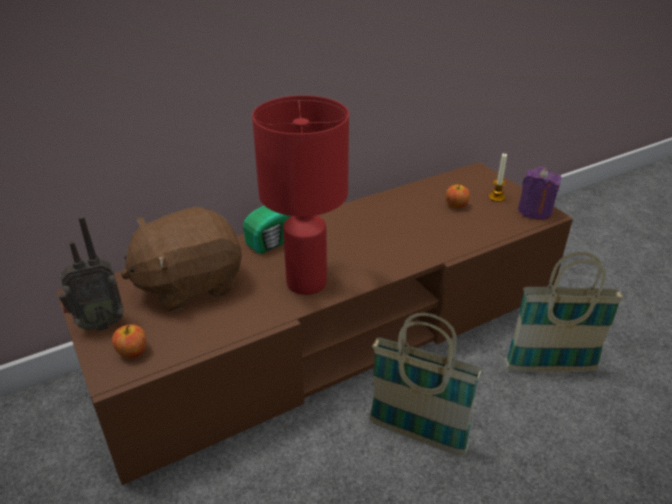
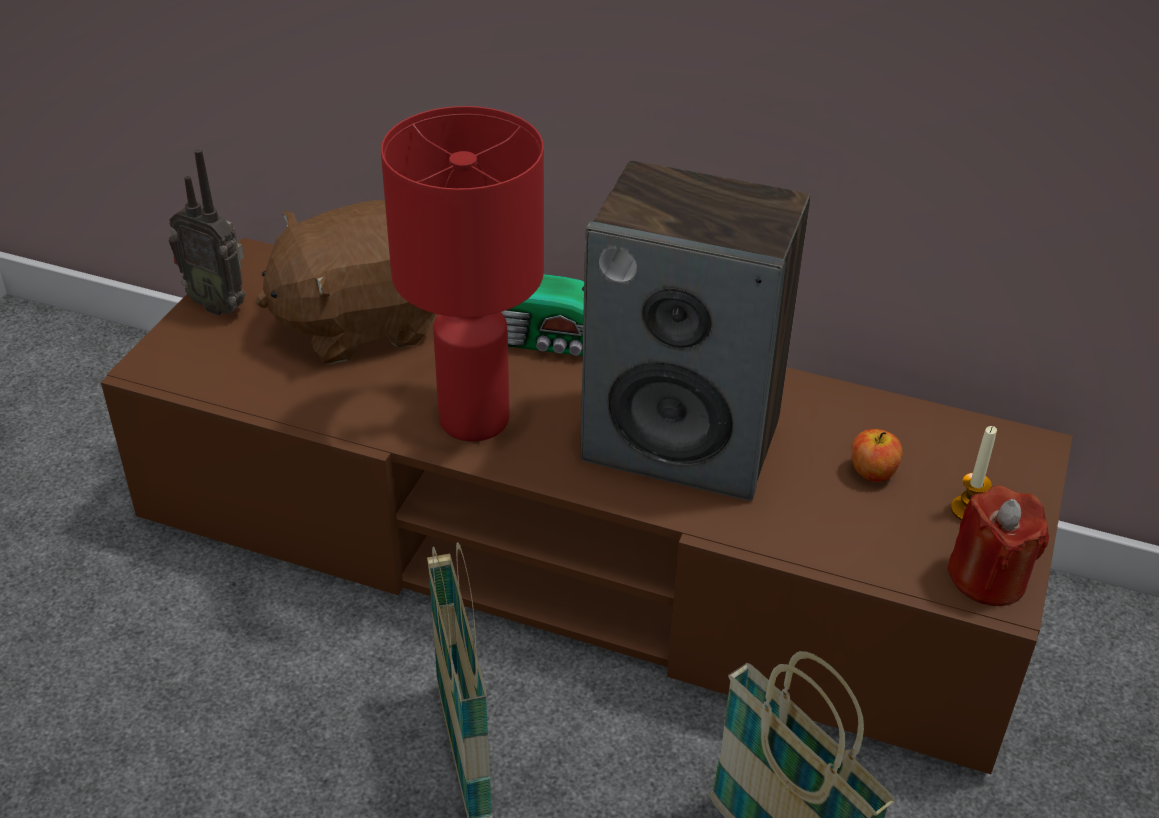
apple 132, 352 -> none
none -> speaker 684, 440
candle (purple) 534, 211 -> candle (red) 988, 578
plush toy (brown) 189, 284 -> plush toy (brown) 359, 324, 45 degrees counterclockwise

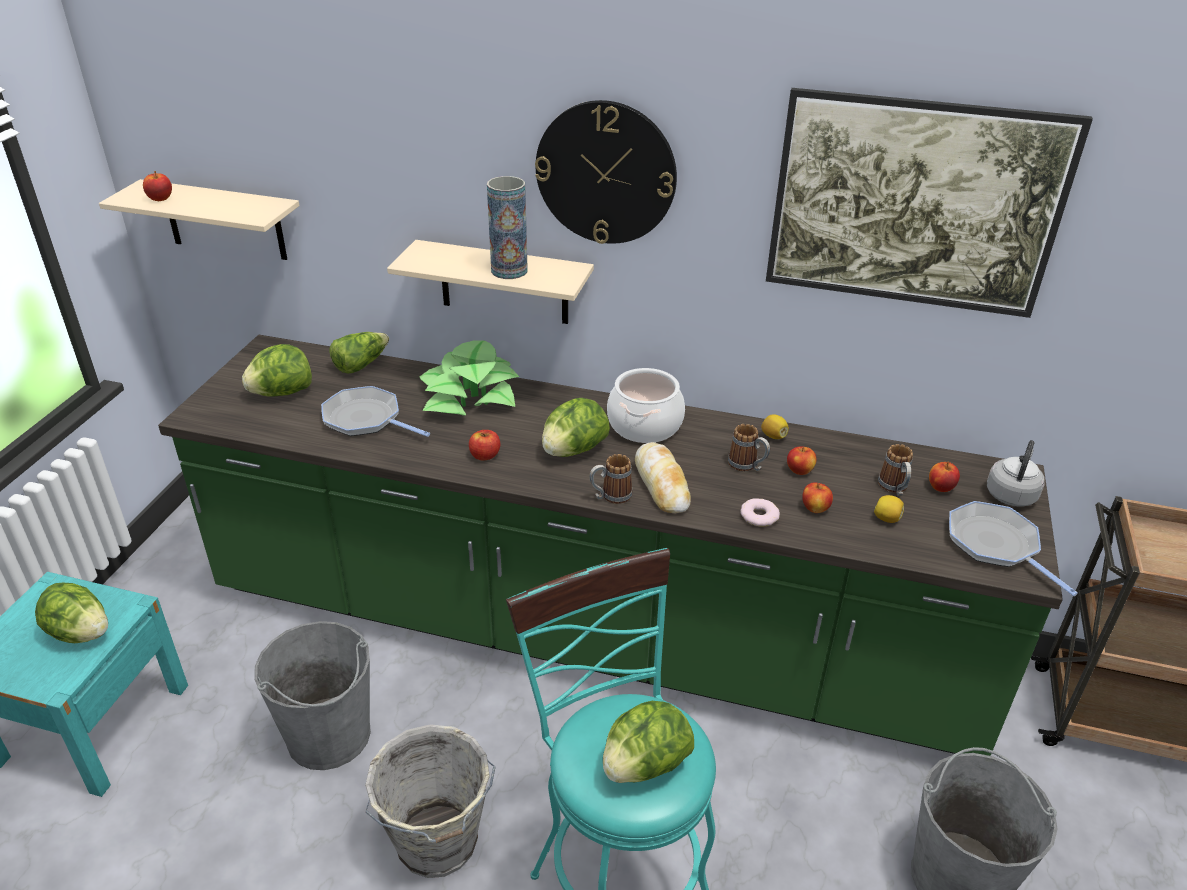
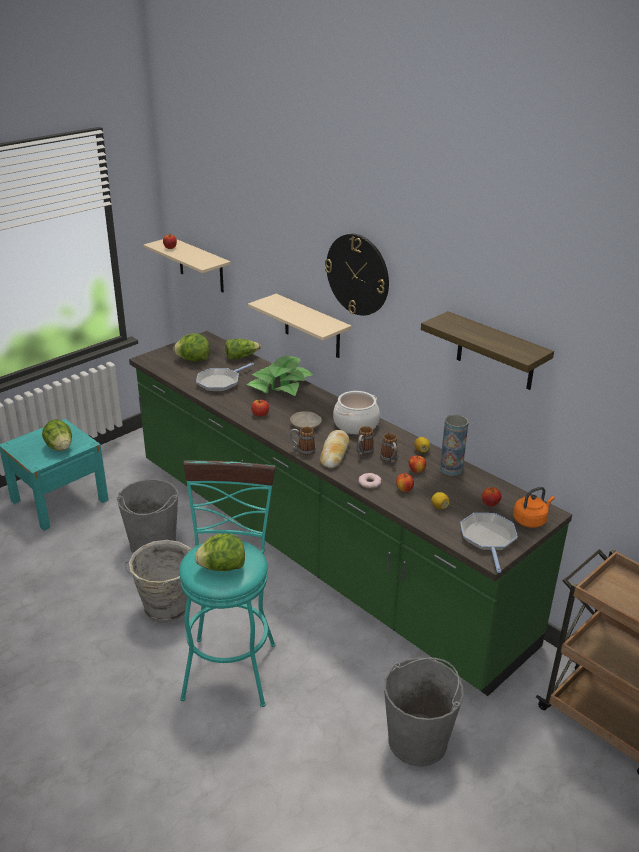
vase 509, 270 -> vase 451, 469, move
mug 894, 489 -> mug 363, 452, move
lettuce 574, 450 -> plate (beige) 306, 425
picture 904, 251 -> shelf 495, 352
kettle (grey) 1011, 494 -> kettle (orange) 530, 520
frying pan 366, 419 -> frying pan 220, 382, 105 degrees counterclockwise

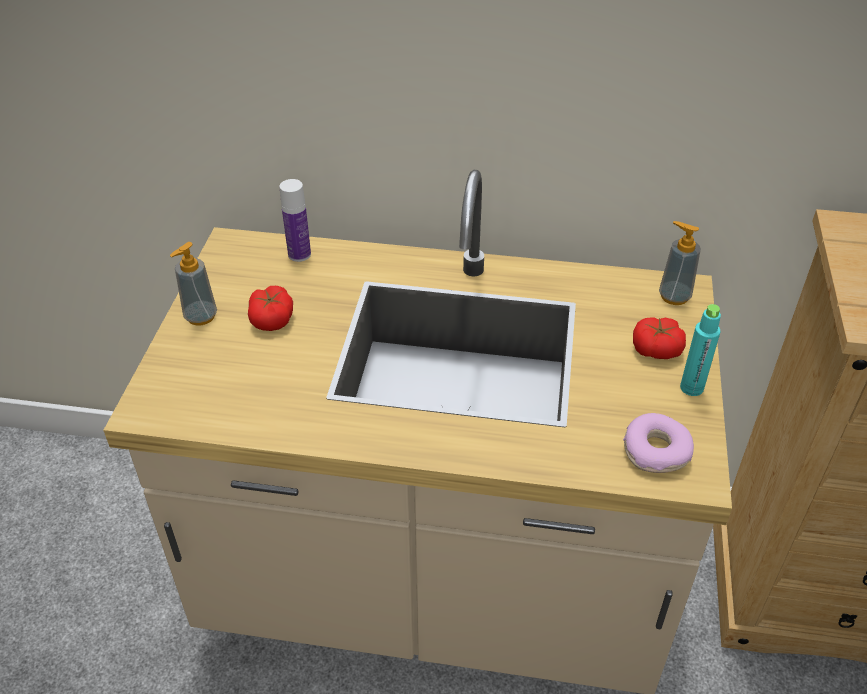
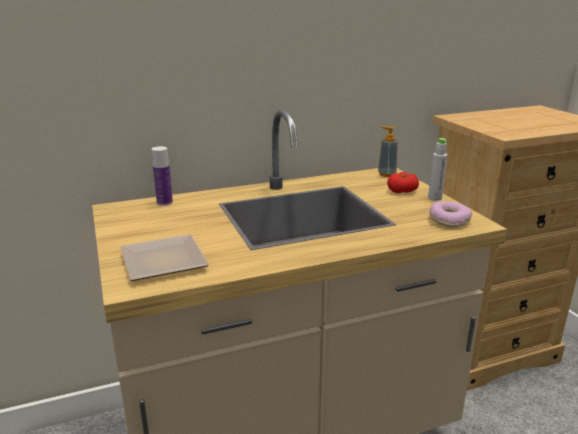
soap dispenser 200, 316 -> none
tomato 272, 319 -> none
none -> plate 166, 260
bottle (turquoise) 691, 388 -> bottle (grey) 435, 198

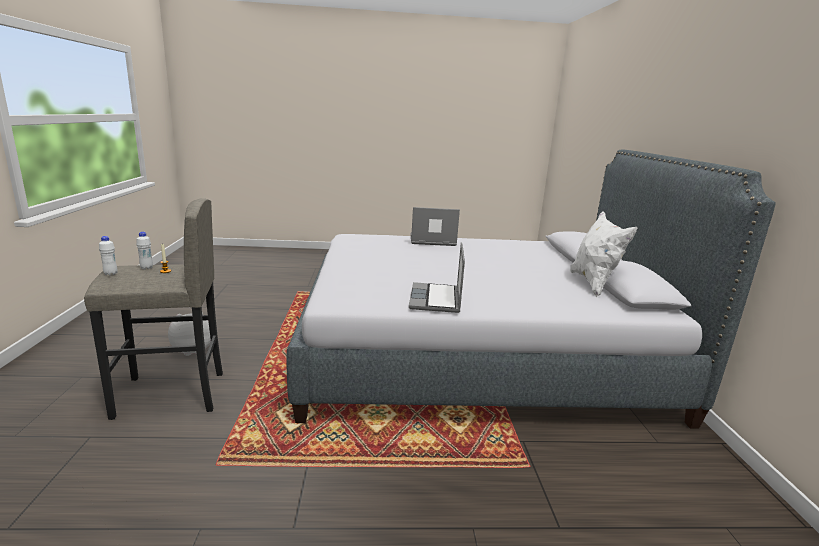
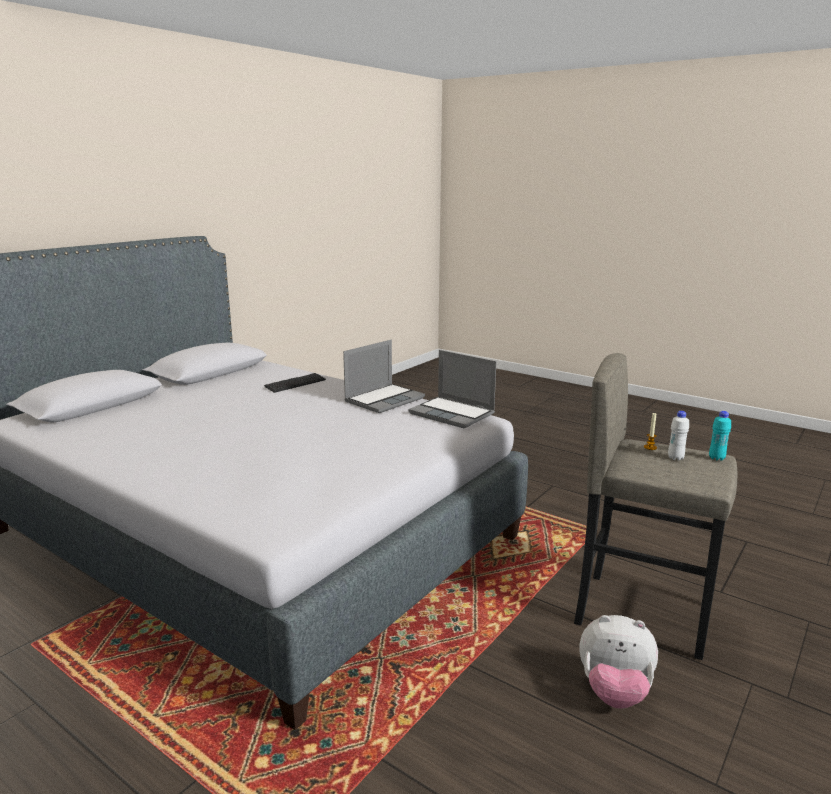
pillow (white) 593, 284 -> none
none -> keyboard 295, 384
laptop 432, 241 -> laptop 453, 414, move
bottle (white) 110, 274 -> bottle (turquoise) 716, 458

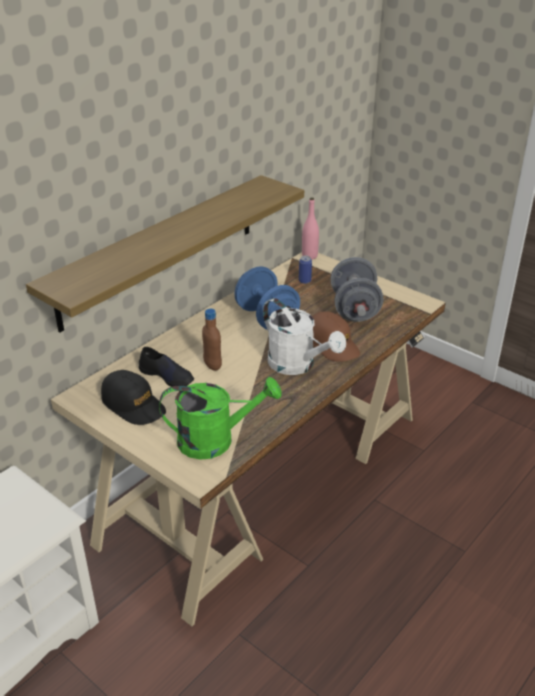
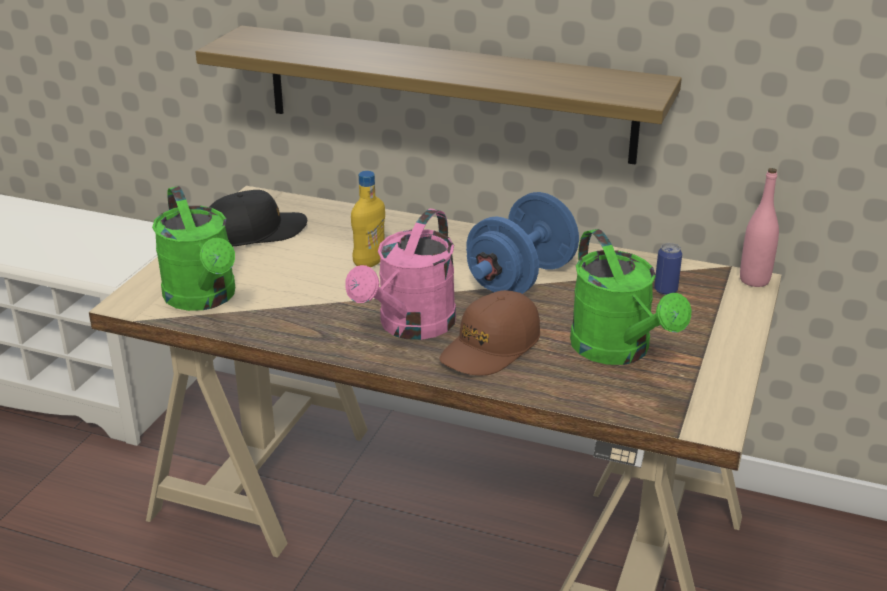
shoe (black) 167, 376 -> none
dumbbell (grey) 354, 309 -> watering can (green) 618, 351
bottle (brown) 212, 365 -> bottle (yellow) 369, 263
watering can (white) 298, 365 -> watering can (pink) 410, 327
cap (black) 133, 405 -> cap (black) 255, 232, 135 degrees counterclockwise

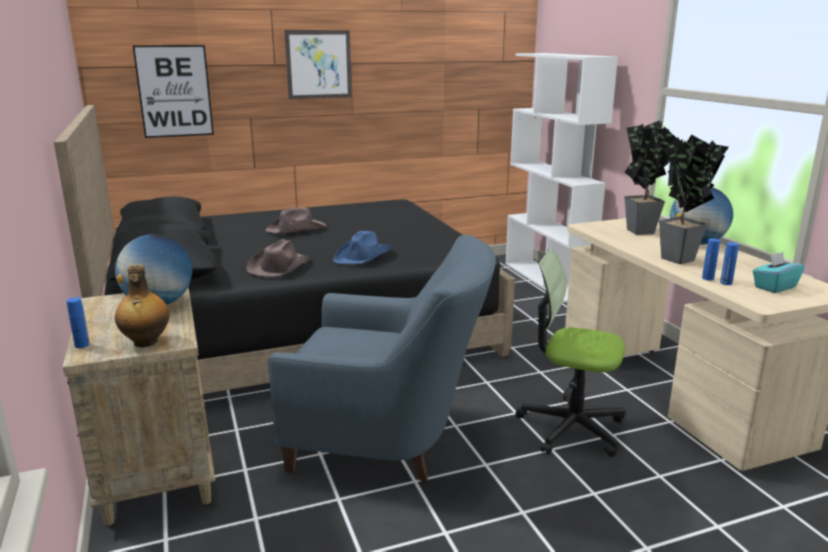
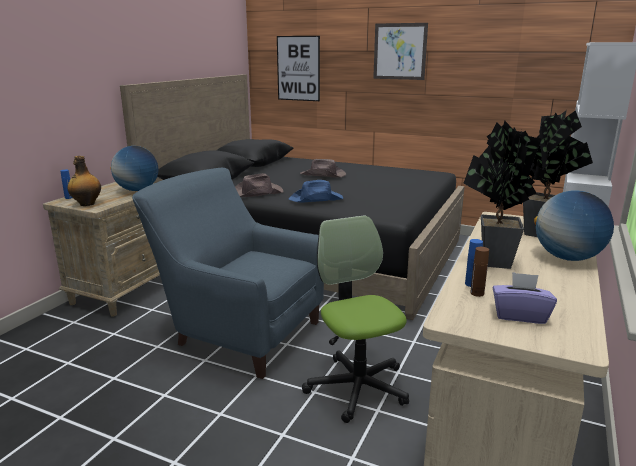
bottle (blue) 726, 283 -> bottle (brown) 477, 293
tissue box (turquoise) 774, 287 -> tissue box (purple) 519, 315
armchair (blue) 390, 440 -> armchair (blue) 236, 332, 150 degrees clockwise

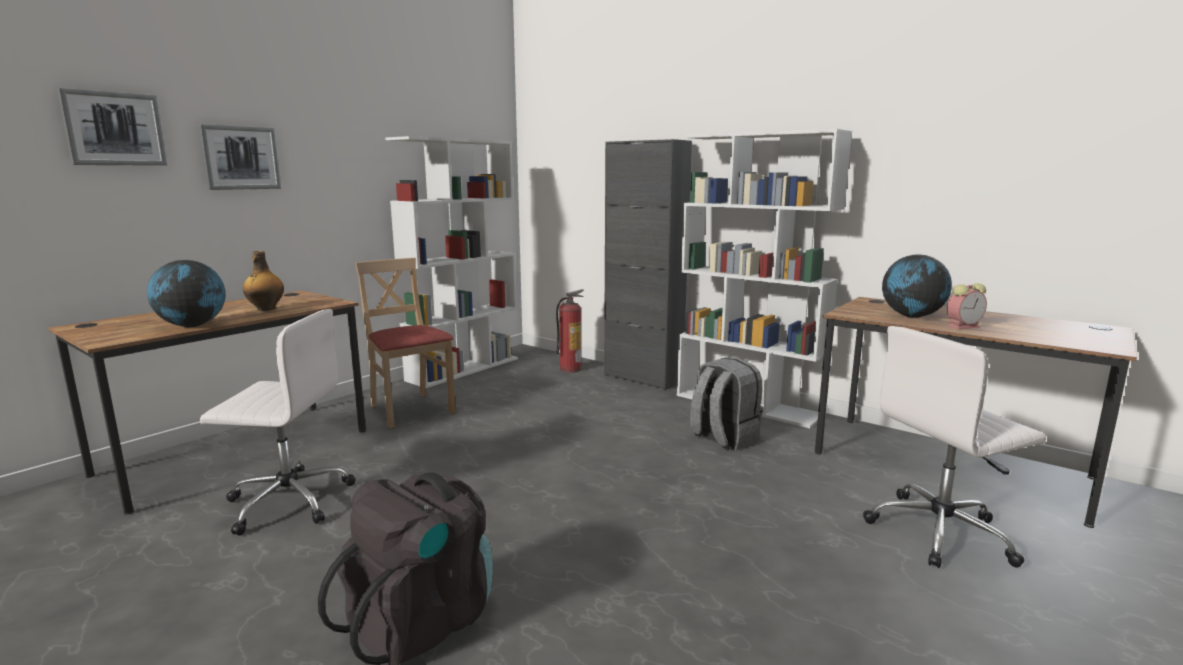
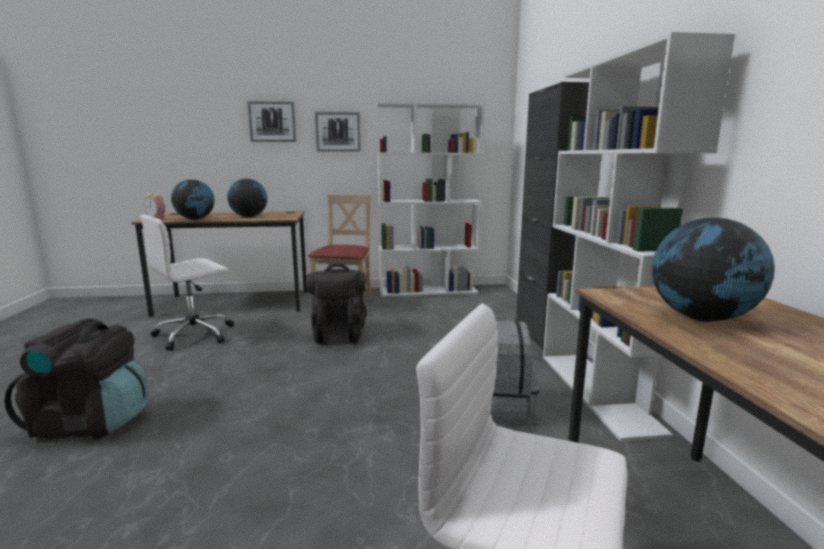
fire extinguisher 570, 369 -> none
none -> backpack (black) 339, 335
picture 114, 129 -> picture 338, 131, move
alarm clock 964, 326 -> alarm clock 157, 219, move
bottle 265, 309 -> globe 249, 217
office chair (white) 287, 501 -> office chair (white) 196, 334, 90 degrees clockwise

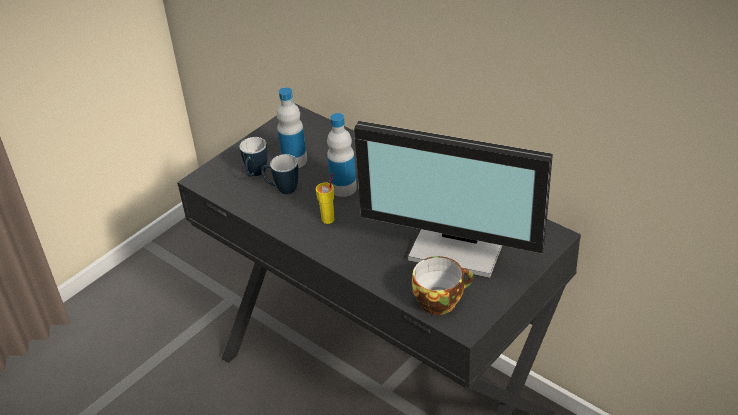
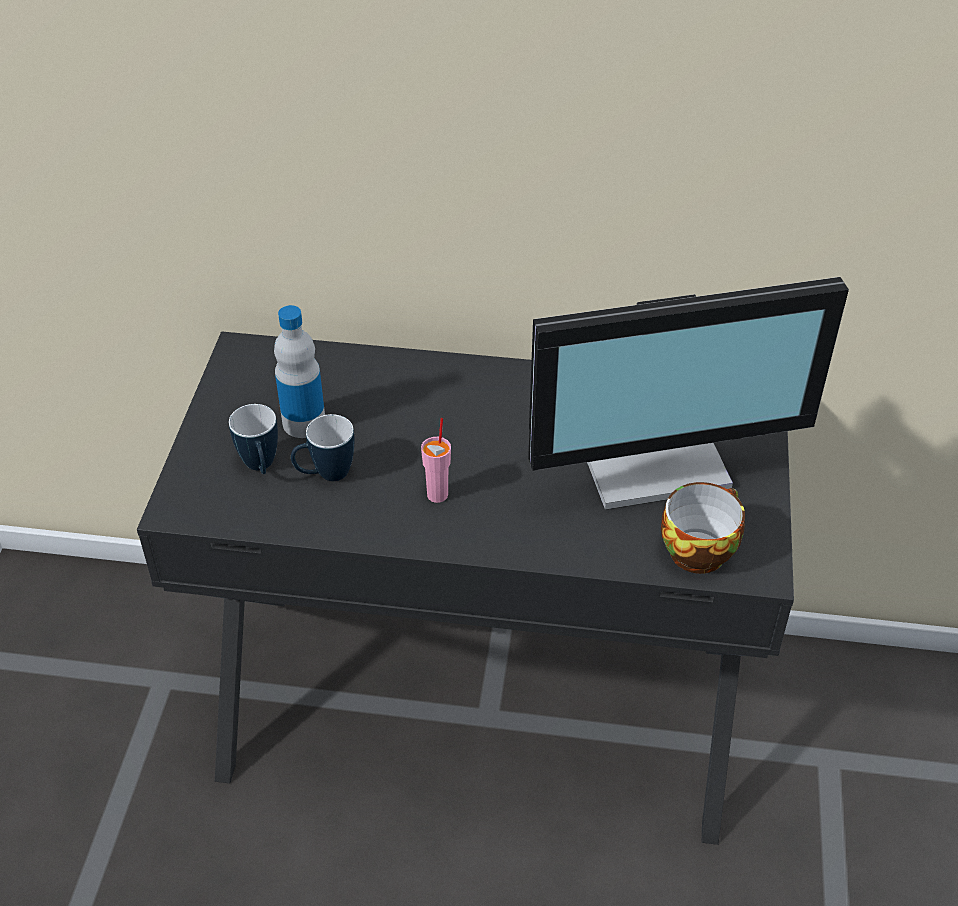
bottle 343, 188 -> none
cup (yellow) 328, 219 -> cup (pink) 438, 494

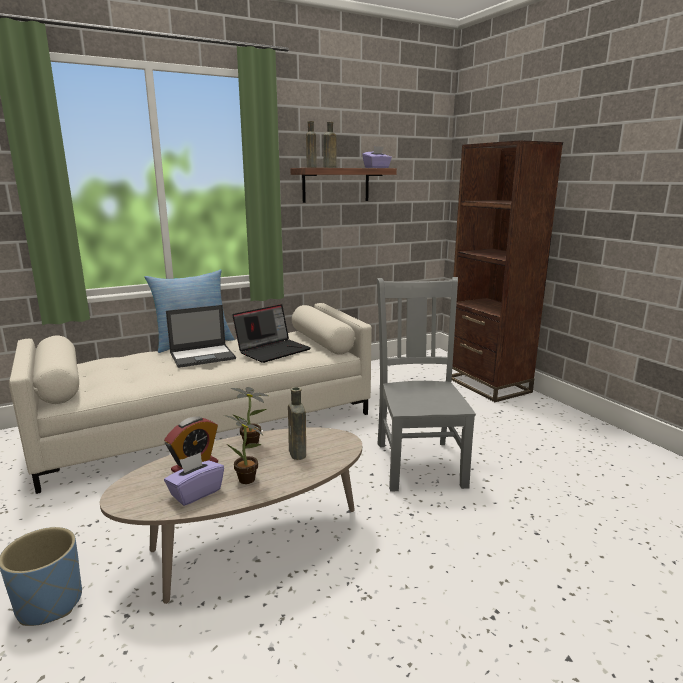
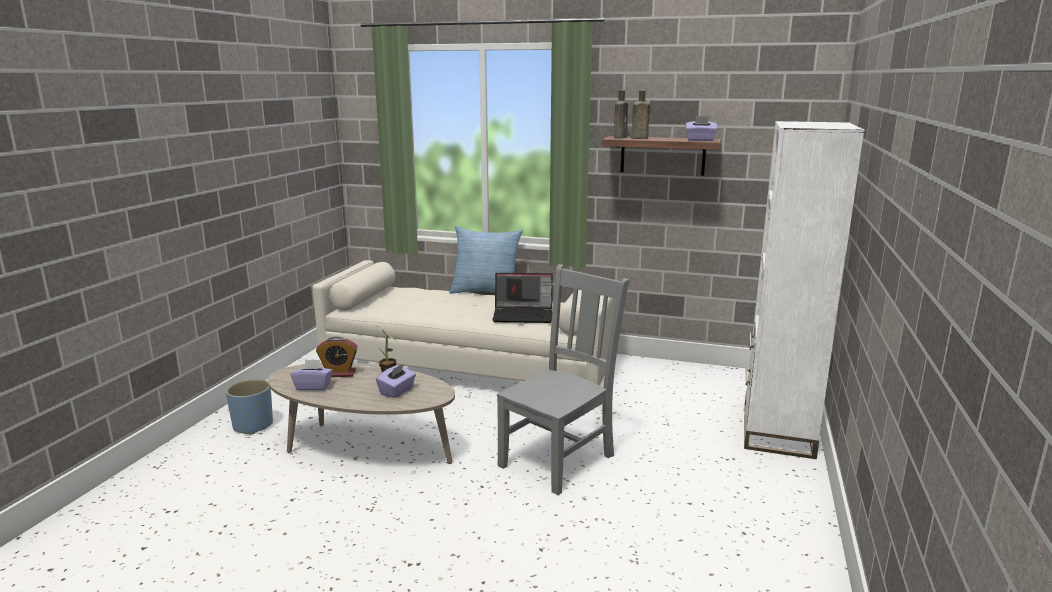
laptop 203, 356 -> none
potted plant 248, 481 -> none
bottle (brown) 298, 454 -> tissue box (purple) 397, 391
bookcase (brown) 487, 384 -> bookcase (white) 777, 431

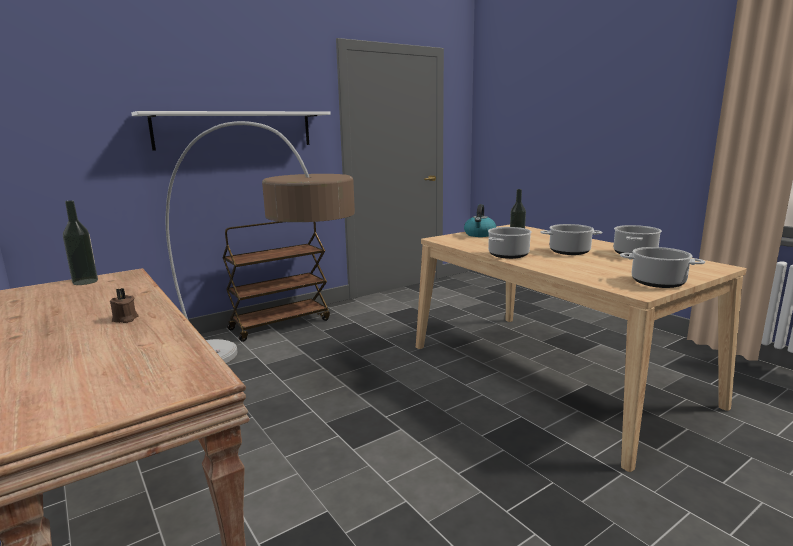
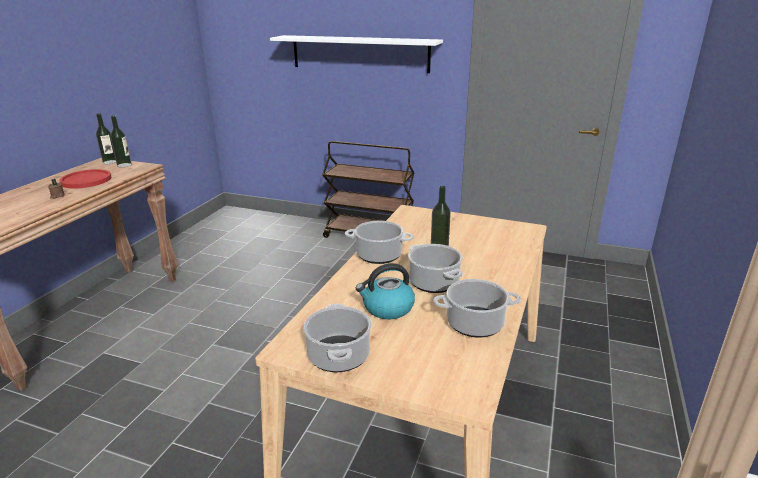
floor lamp 271, 370 -> none
none -> plate (red) 86, 180
none -> bottle 110, 162
kettle 480, 234 -> kettle 387, 308, move

